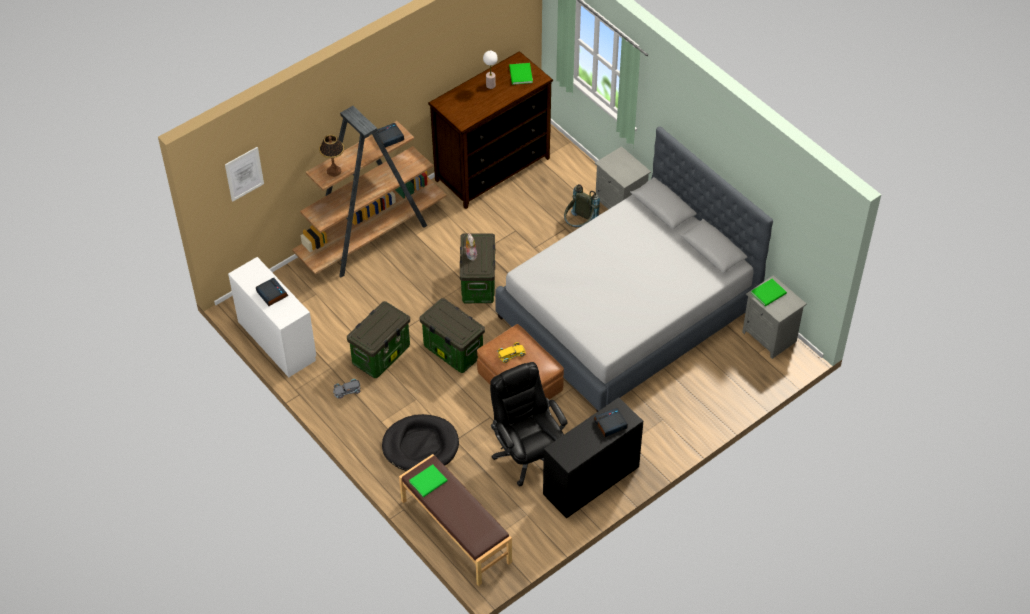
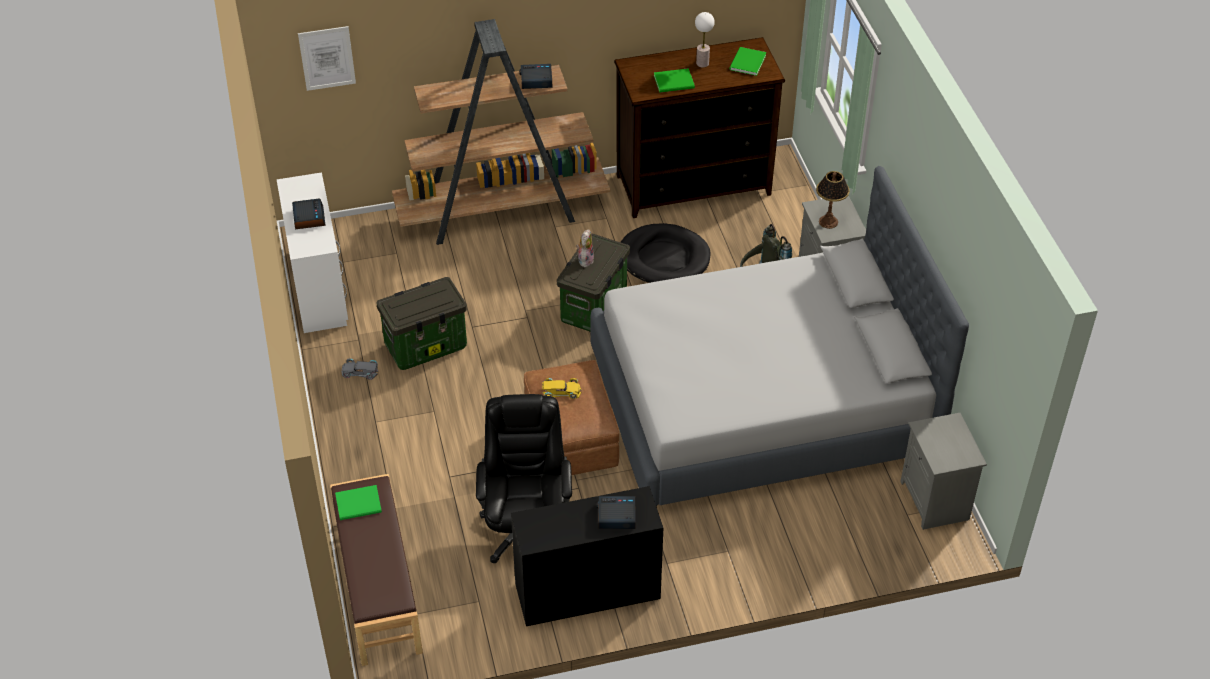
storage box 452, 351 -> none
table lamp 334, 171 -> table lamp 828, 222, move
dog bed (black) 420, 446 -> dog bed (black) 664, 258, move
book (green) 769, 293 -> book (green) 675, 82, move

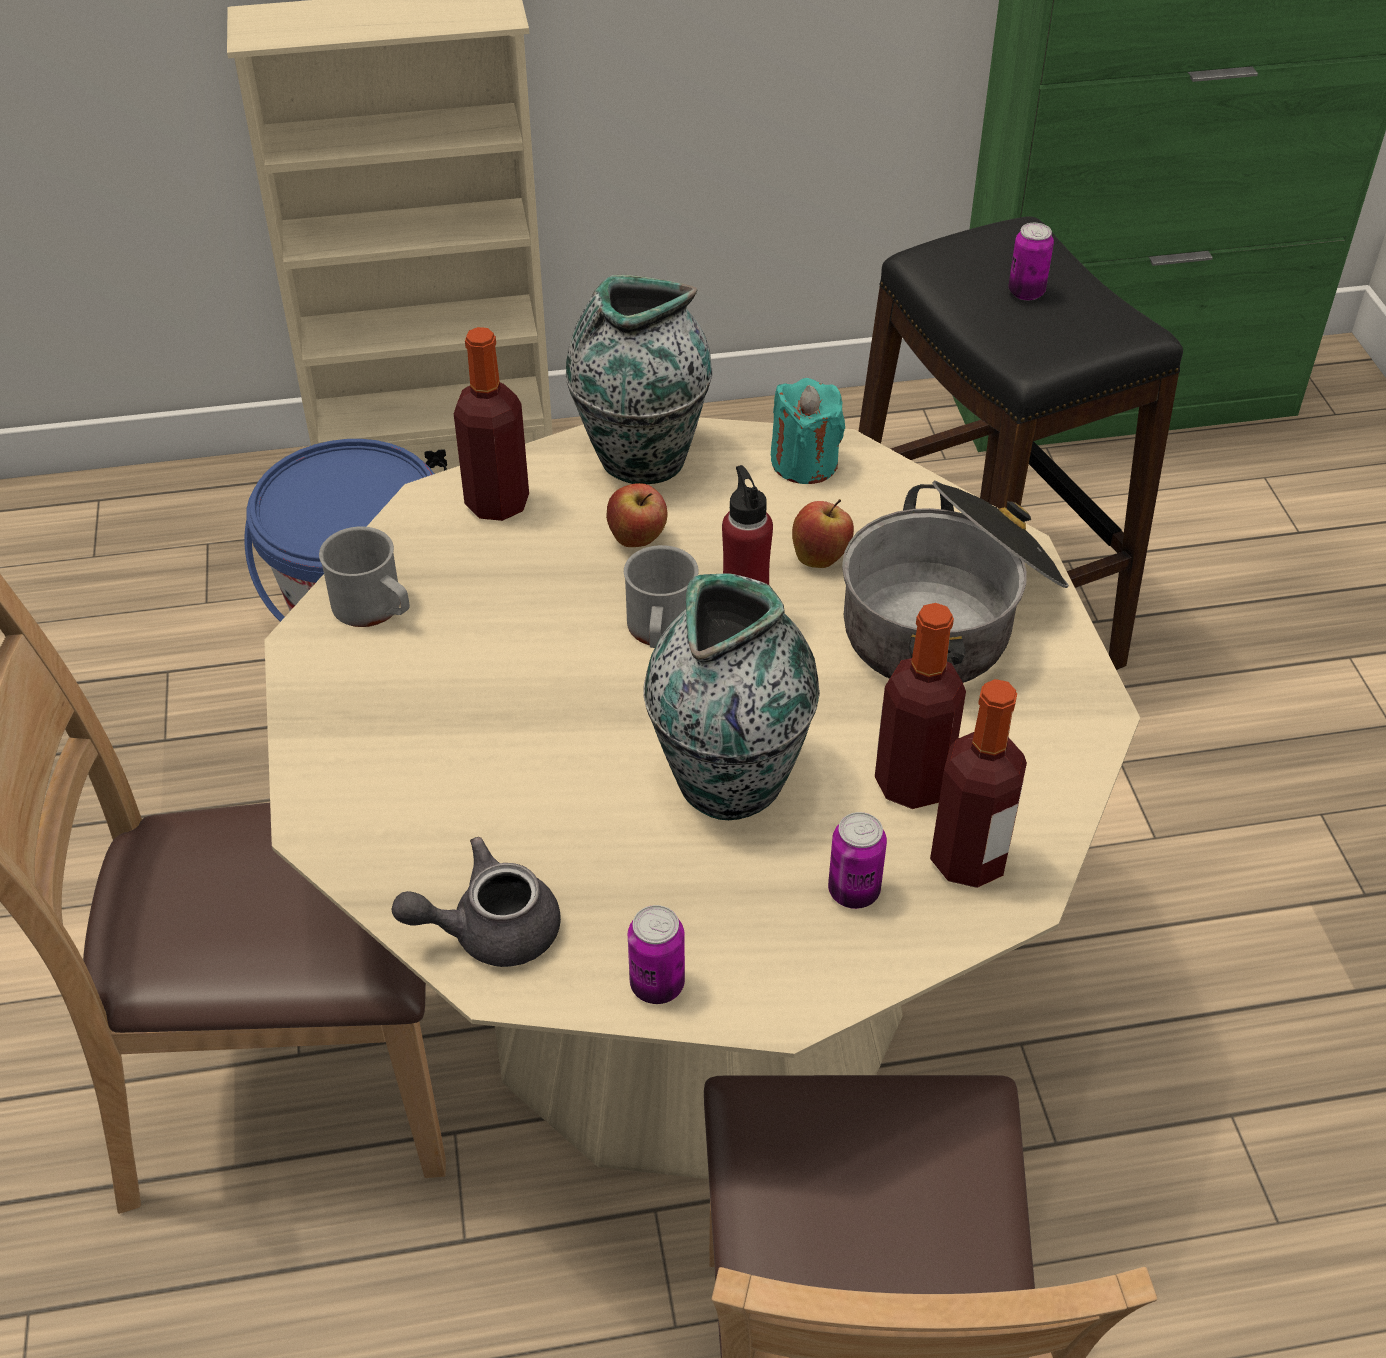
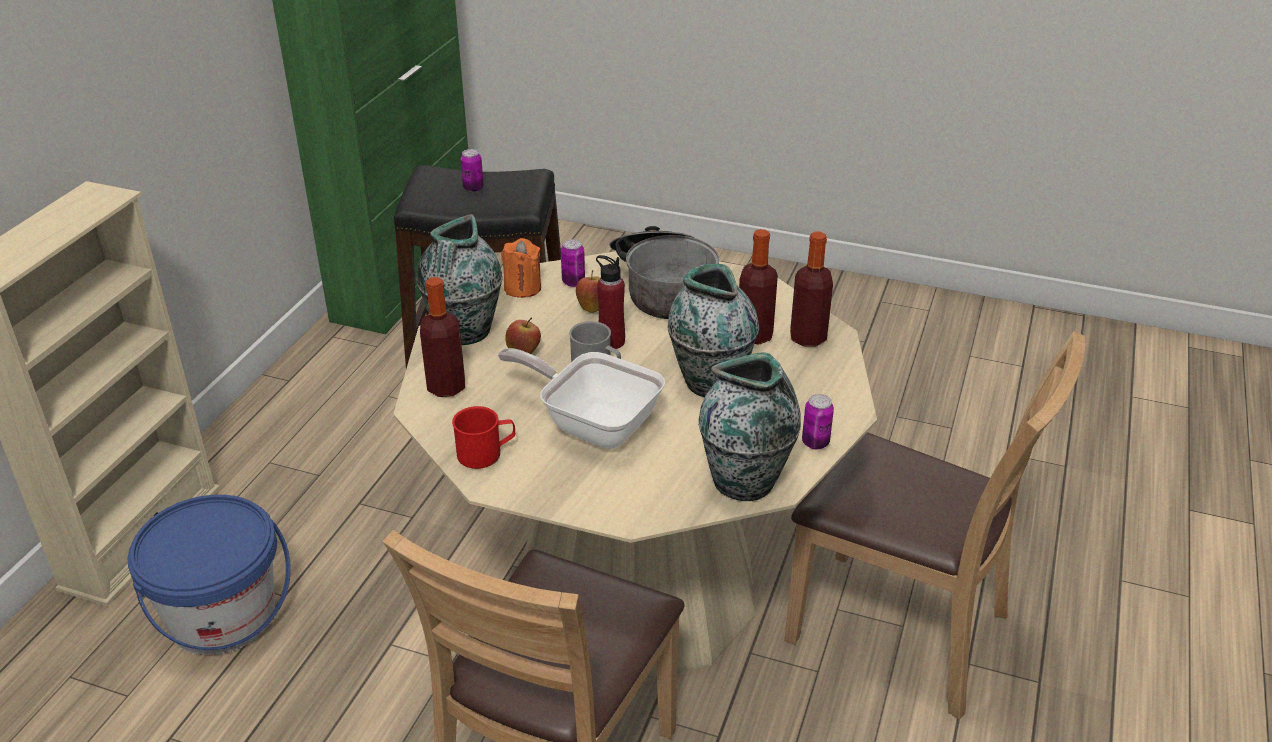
none -> frying pan 592, 423
can 853, 892 -> can 573, 282, move
teapot (grey) 489, 930 -> vase 746, 482
mug (grey) 375, 609 -> mug (red) 486, 453
candle (turquoise) 804, 463 -> candle (orange) 522, 288

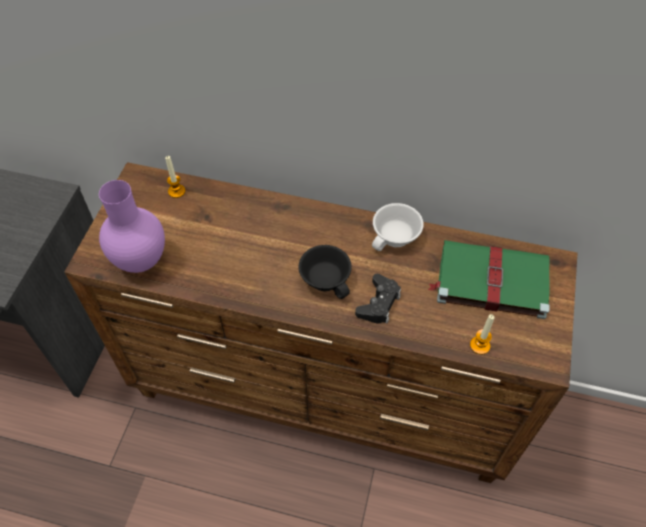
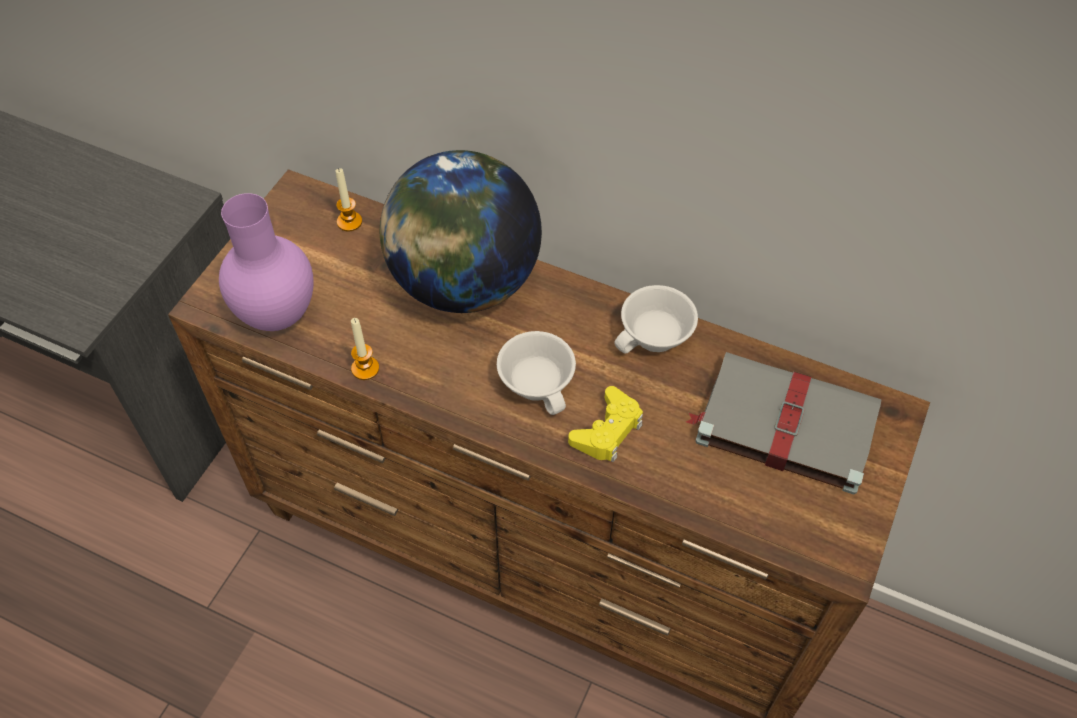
none -> globe 463, 283
candle 479, 345 -> candle 365, 368, move
cup (black) 327, 279 -> cup (white) 540, 382
game controller (black) 379, 303 -> game controller (yellow) 607, 430
book (green) 490, 280 -> book (grey) 783, 423

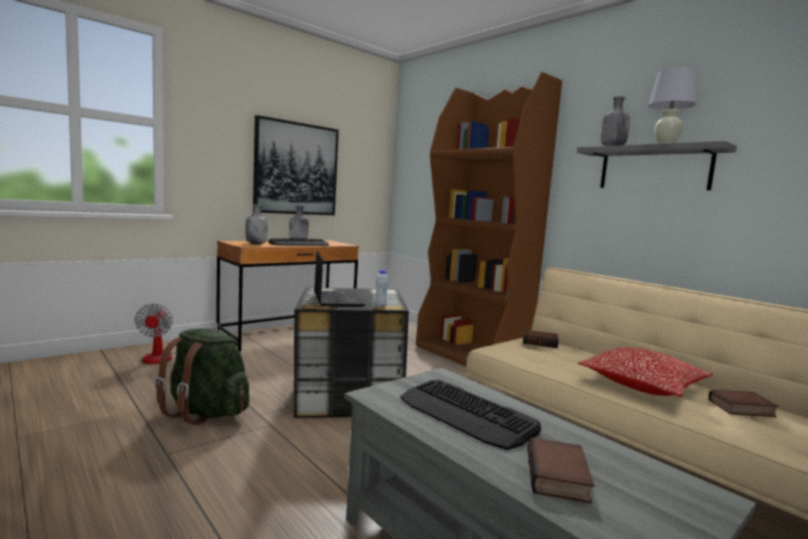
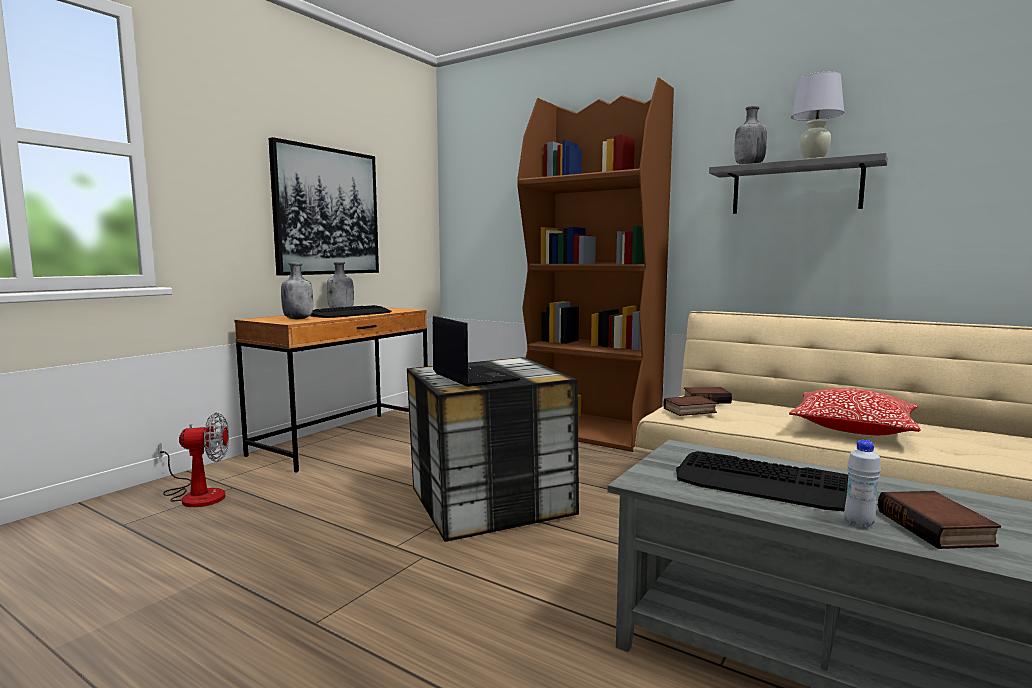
backpack (green) 206, 412 -> none
bottle (white) 380, 306 -> bottle (white) 858, 523, move
book 741, 409 -> book 689, 411, move
fan 168, 357 -> fan 197, 495, 75 degrees counterclockwise

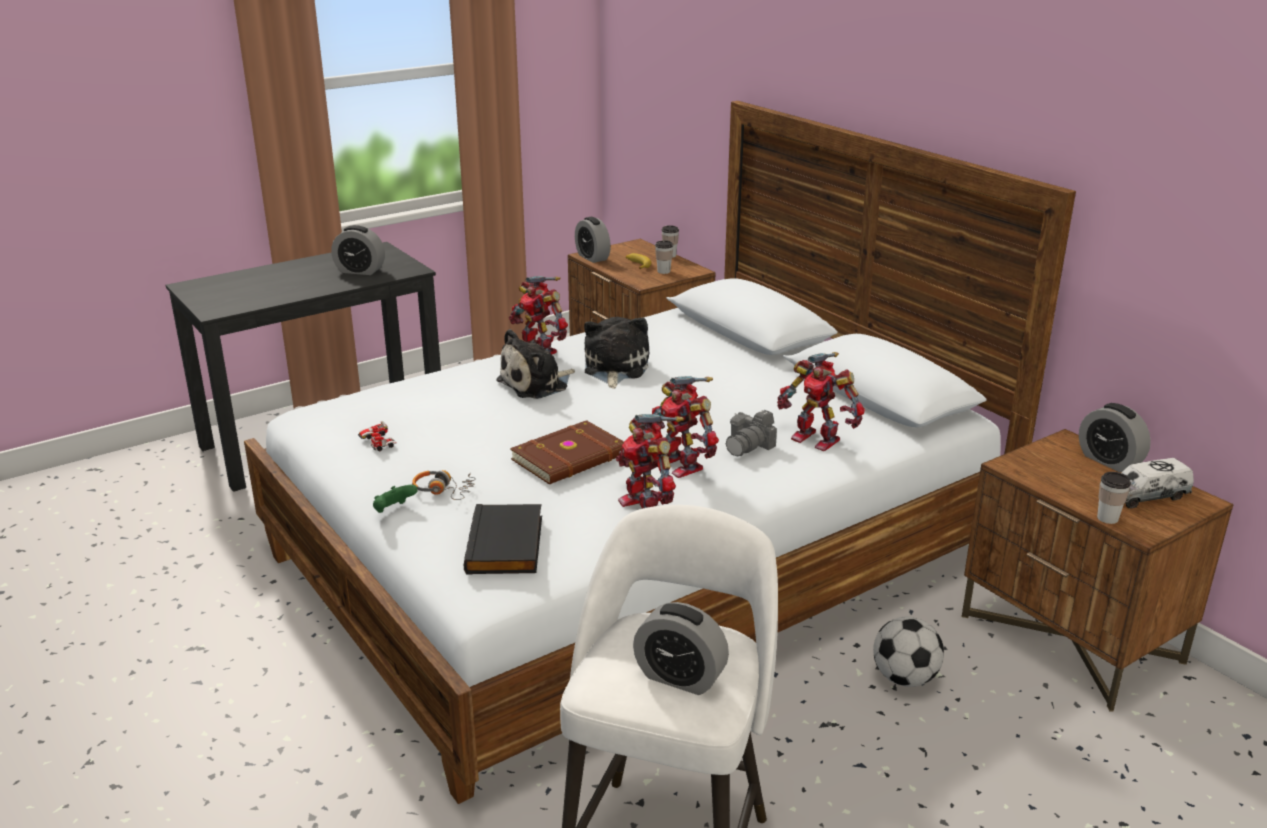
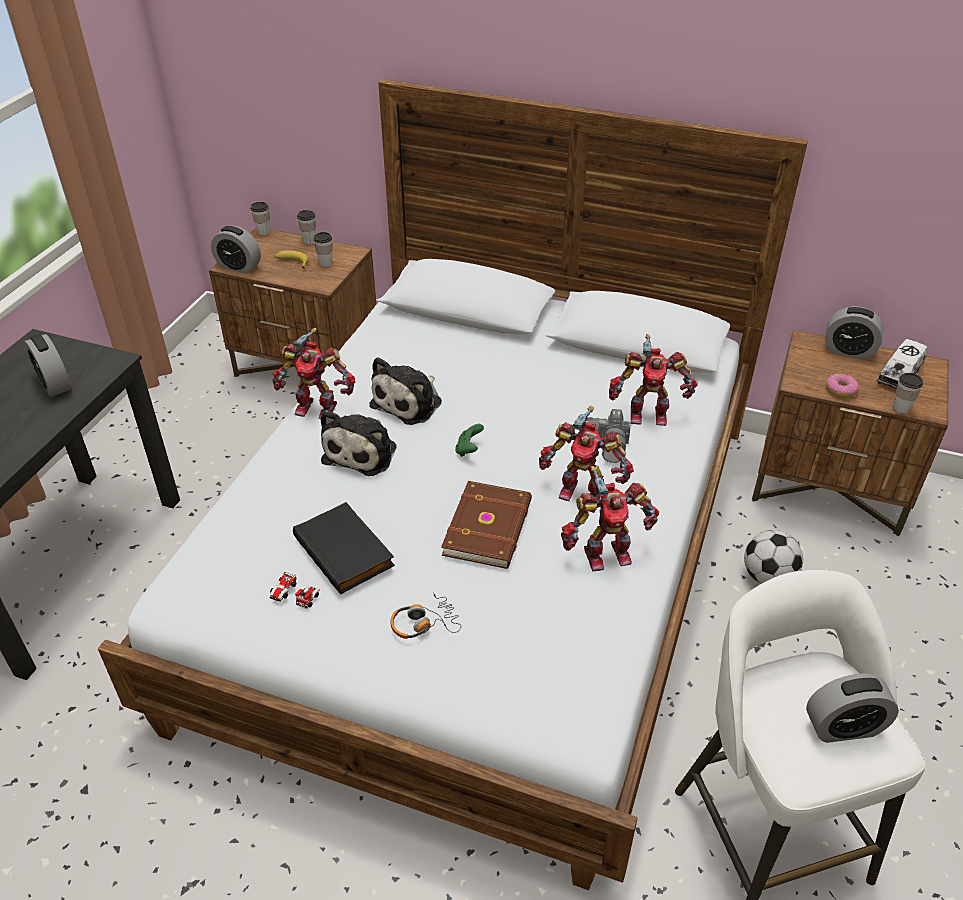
none -> cup 263, 232
none -> donut 840, 390
game controller (green) 394, 510 -> game controller (green) 468, 449, move
book (black) 507, 545 -> book (black) 346, 551, move
alarm clock 360, 271 -> alarm clock 54, 384, 75 degrees clockwise
plush toy 614, 369 -> plush toy 409, 402, 120 degrees counterclockwise
toy robot 645, 507 -> toy robot 605, 553, 45 degrees counterclockwise

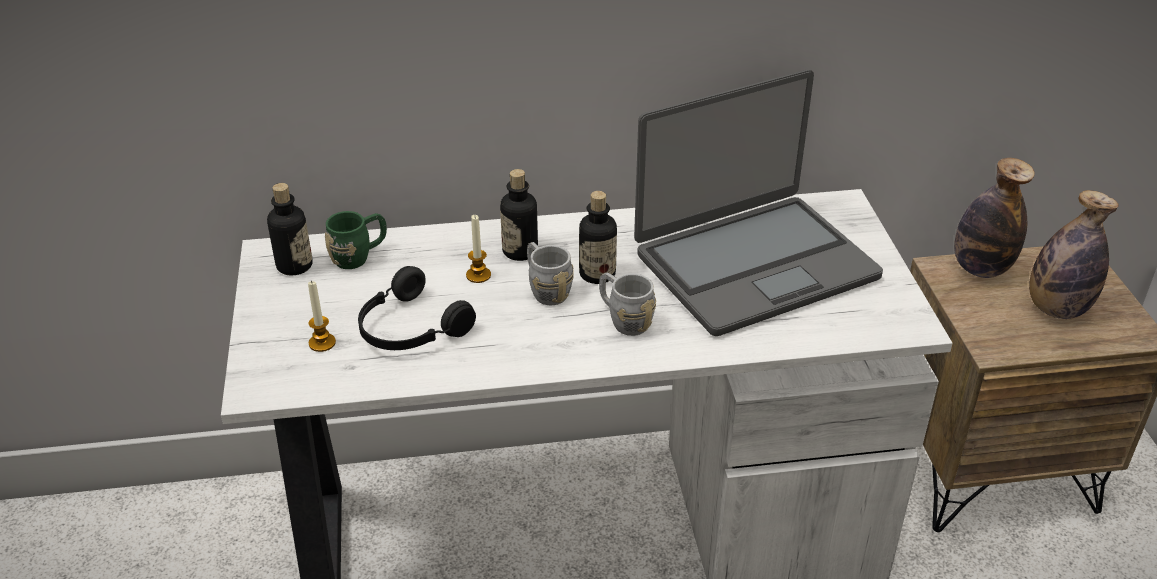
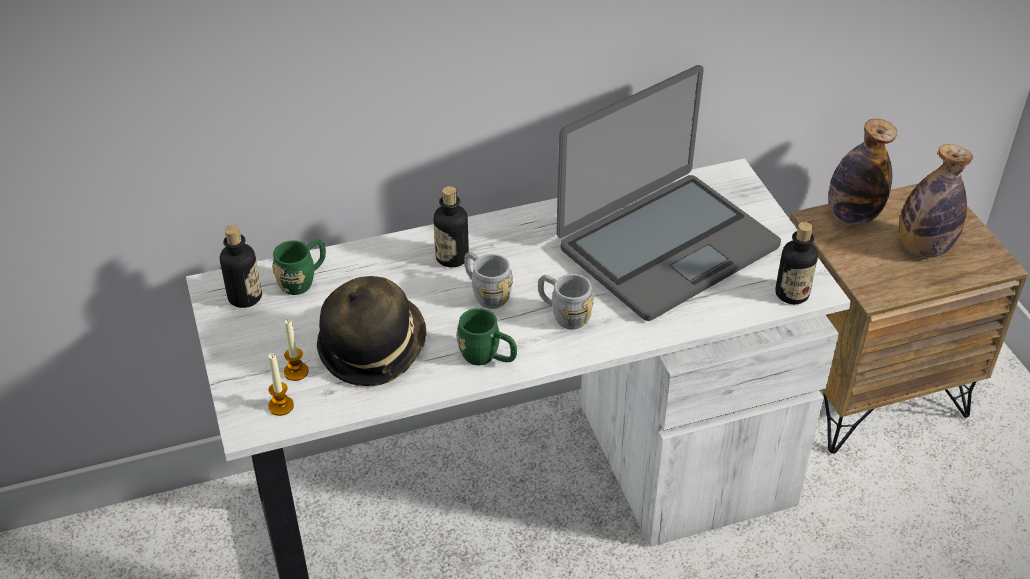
none -> mug (green) 487, 357
candle 478, 275 -> candle 281, 406, move
bottle 597, 274 -> bottle 792, 294, move
headphones (black) 409, 329 -> hat 372, 348

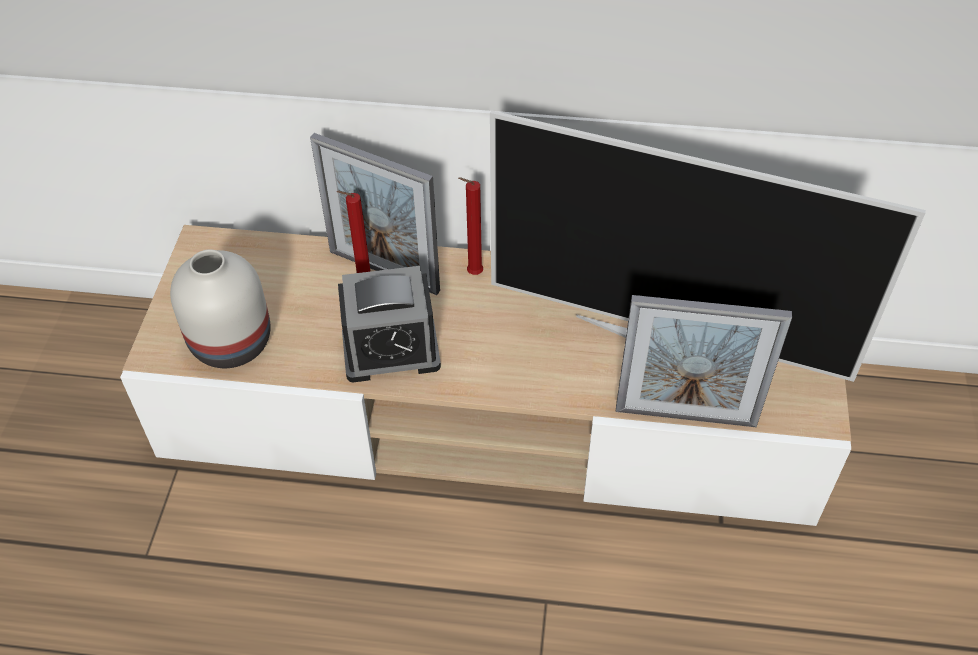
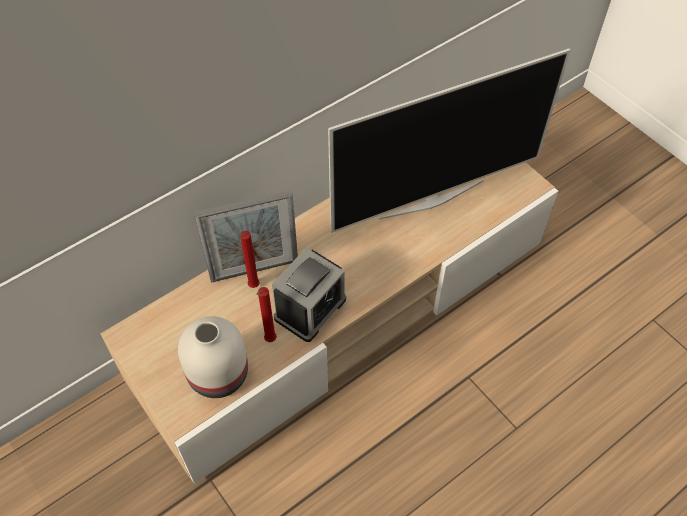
picture frame 685, 416 -> none
candle (red) 472, 274 -> candle (red) 269, 340, move

